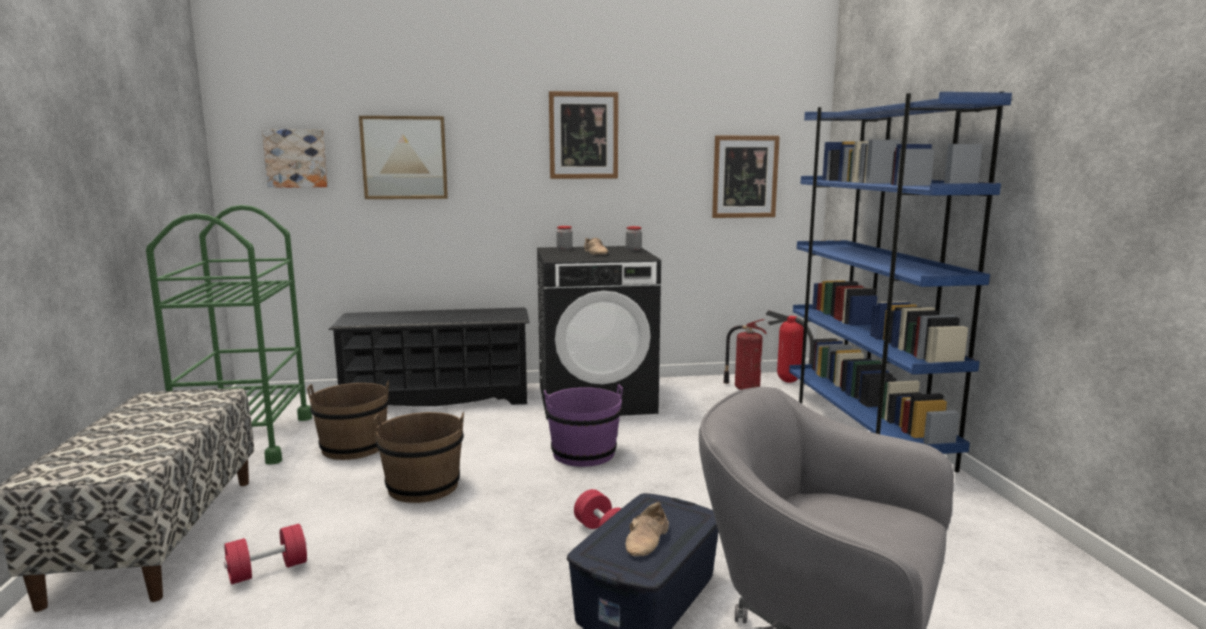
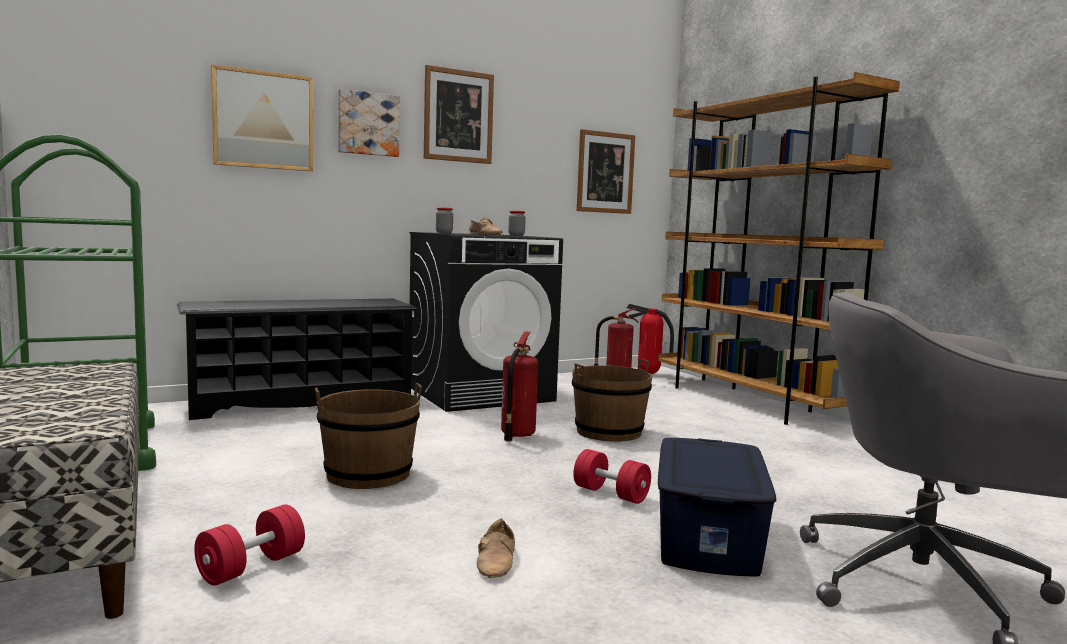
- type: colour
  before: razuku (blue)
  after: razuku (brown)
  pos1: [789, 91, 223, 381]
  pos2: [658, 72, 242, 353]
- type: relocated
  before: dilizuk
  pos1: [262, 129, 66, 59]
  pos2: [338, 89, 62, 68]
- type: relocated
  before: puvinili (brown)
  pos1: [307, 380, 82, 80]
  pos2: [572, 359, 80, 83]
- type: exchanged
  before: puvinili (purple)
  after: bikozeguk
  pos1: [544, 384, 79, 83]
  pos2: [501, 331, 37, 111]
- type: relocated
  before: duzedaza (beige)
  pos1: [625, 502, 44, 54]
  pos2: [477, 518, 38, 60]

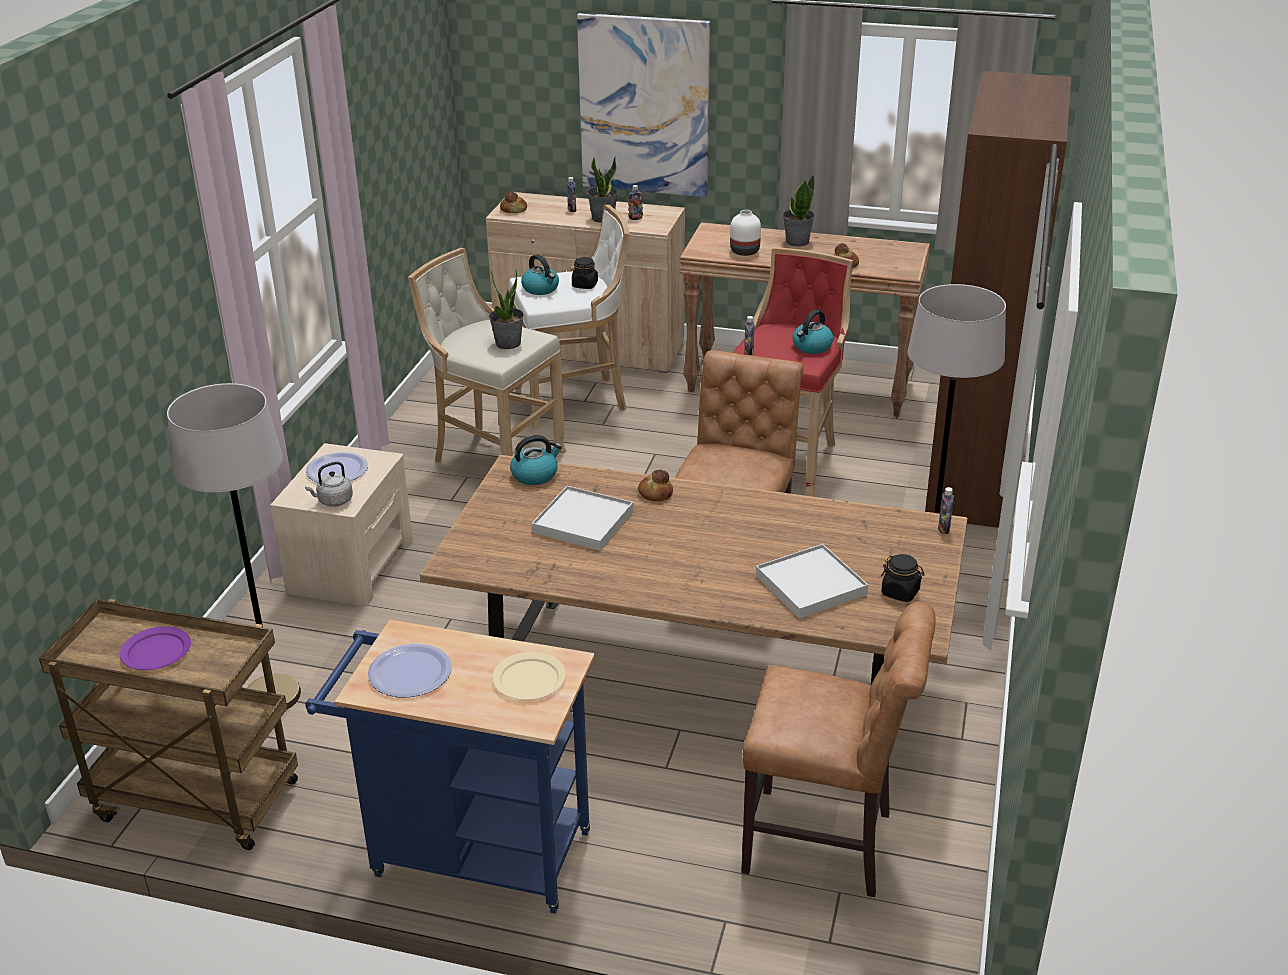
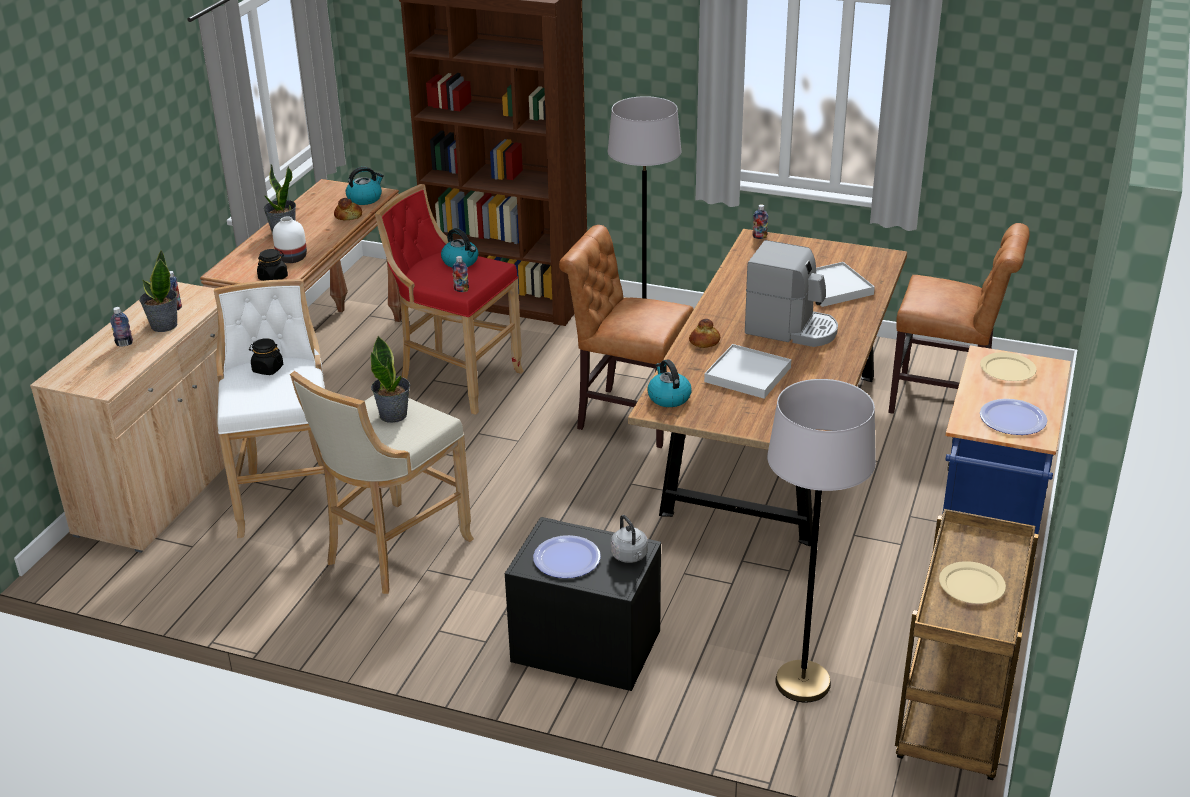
- type: missing
  before: dilizuk
  pos1: [577, 13, 133, 184]
- type: missing
  before: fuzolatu
  pos1: [500, 191, 27, 22]
- type: relocated
  before: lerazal
  pos1: [521, 254, 38, 41]
  pos2: [346, 167, 38, 38]
- type: colour
  before: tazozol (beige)
  after: tazozol (black)
  pos1: [270, 443, 143, 164]
  pos2: [505, 517, 156, 174]
- type: relocated
  before: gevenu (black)
  pos1: [881, 554, 44, 48]
  pos2: [257, 249, 31, 32]
- type: spun
  before: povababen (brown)
  pos1: [741, 602, 195, 295]
  pos2: [888, 223, 142, 191]
  turn: 90
- type: colour
  before: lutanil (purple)
  after: lutanil (beige)
  pos1: [120, 626, 71, 44]
  pos2: [939, 561, 67, 43]
- type: appeared
  after: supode
  pos2: [745, 240, 93, 107]

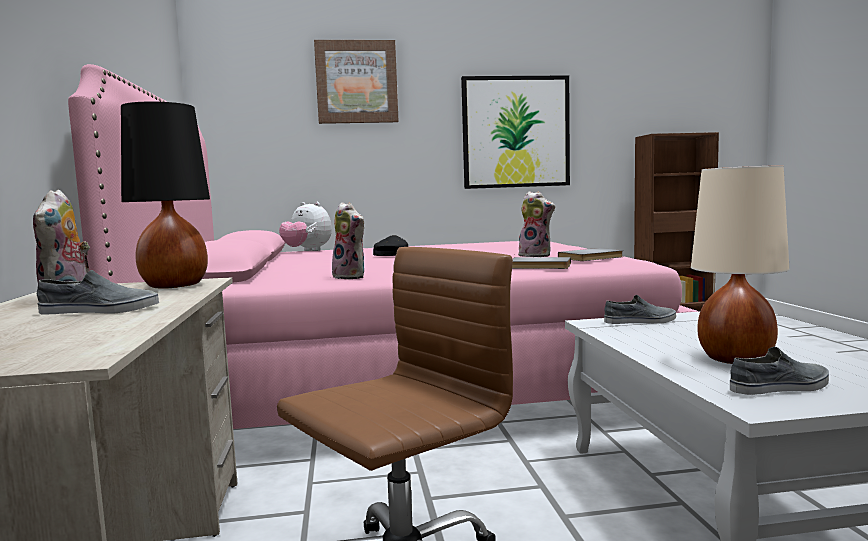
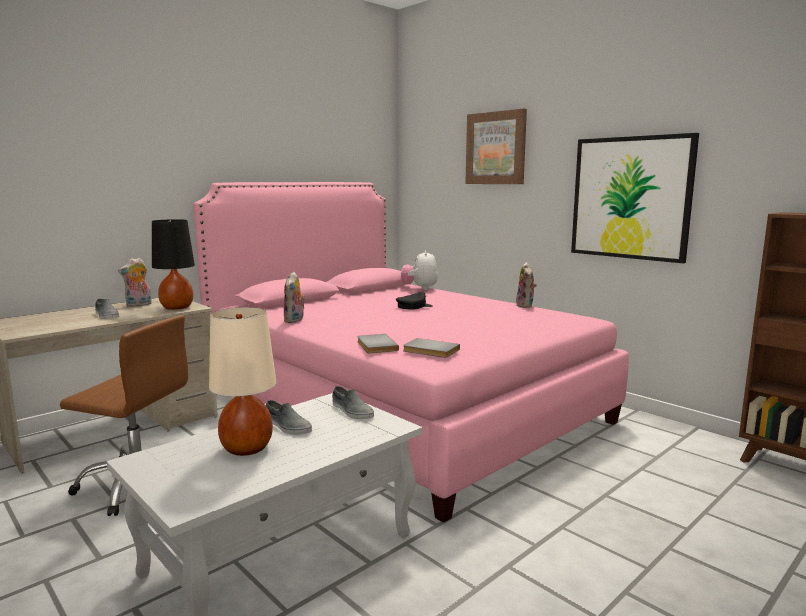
- type: relocated
  before: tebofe
  pos1: [518, 191, 37, 66]
  pos2: [516, 262, 21, 46]
- type: relocated
  before: duzedaza (grey)
  pos1: [730, 347, 99, 48]
  pos2: [266, 400, 46, 35]

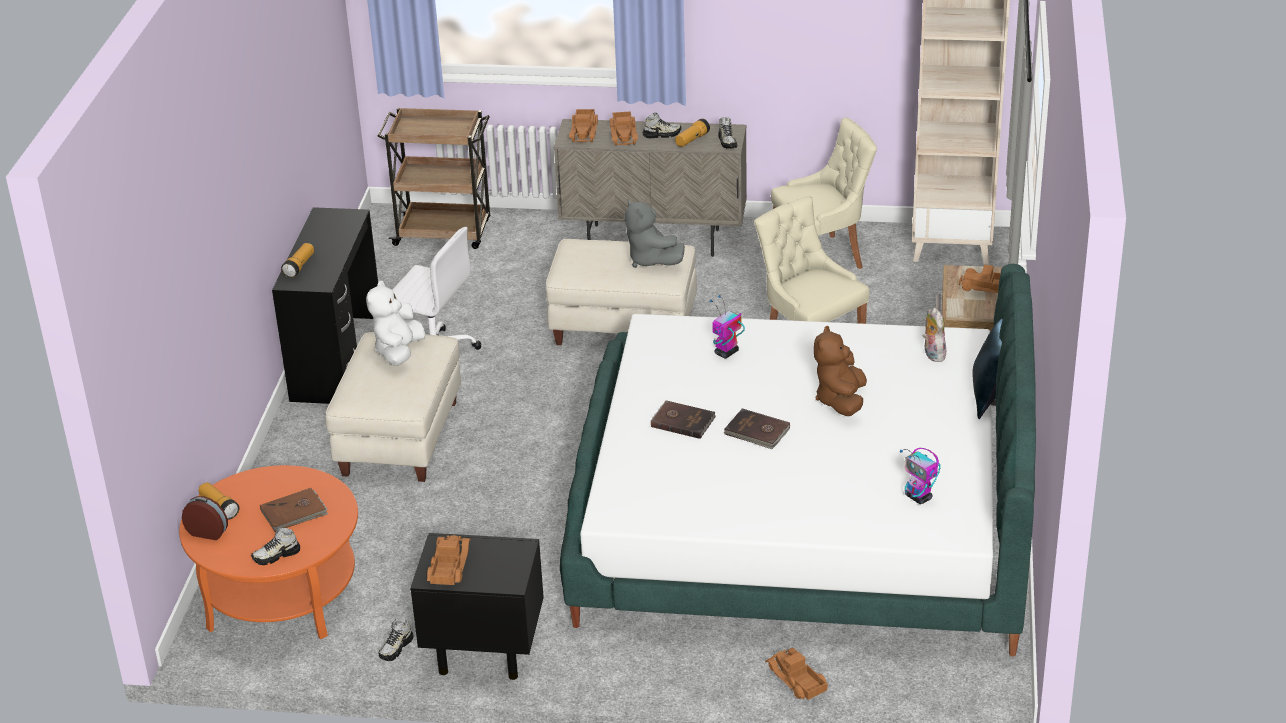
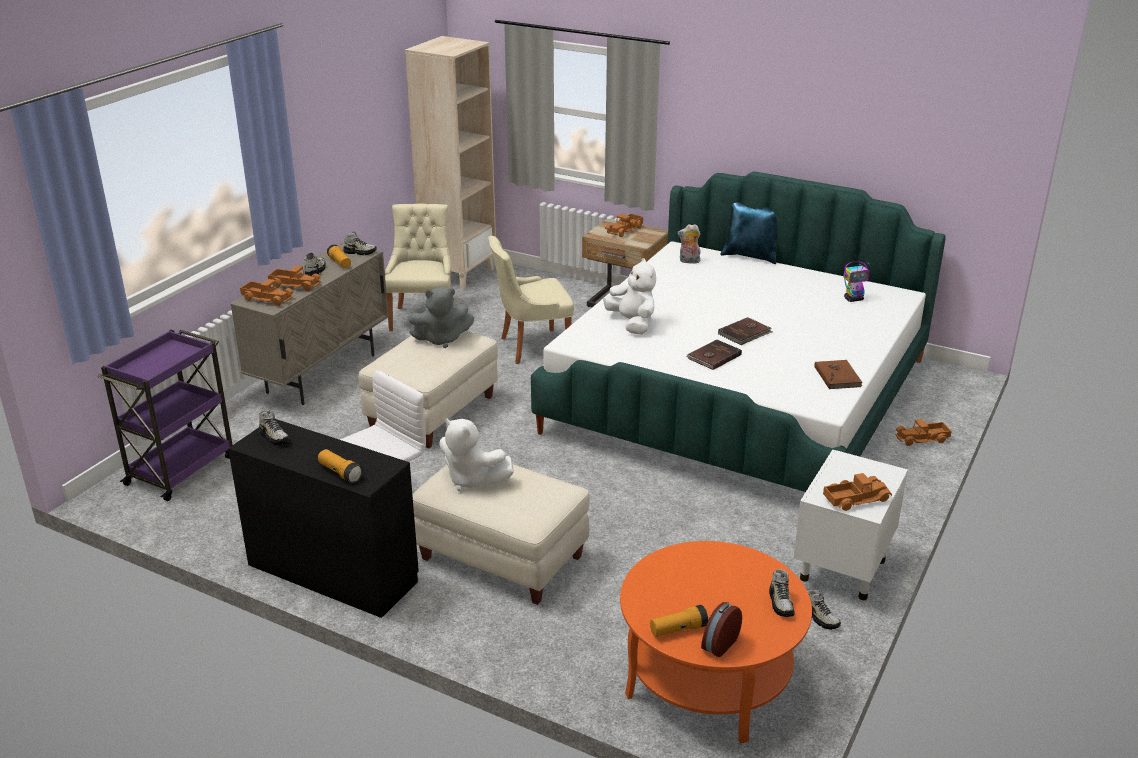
- type: colour
  before: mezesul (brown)
  after: mezesul (purple)
  pos1: [378, 107, 113, 142]
  pos2: [98, 330, 135, 171]
- type: exchanged
  before: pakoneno
  after: tebofe (white)
  pos1: [710, 295, 35, 63]
  pos2: [603, 258, 53, 77]
- type: missing
  before: tebofe (brown)
  pos1: [814, 326, 53, 90]
- type: relocated
  before: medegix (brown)
  pos1: [260, 488, 68, 44]
  pos2: [814, 360, 49, 29]
- type: colour
  before: tazozol (black)
  after: tazozol (white)
  pos1: [410, 533, 134, 147]
  pos2: [793, 450, 115, 150]
- type: spun
  before: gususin
  pos1: [427, 535, 44, 50]
  pos2: [823, 473, 69, 38]
  turn: 135
- type: appeared
  after: duzedaza
  pos2: [259, 409, 32, 36]

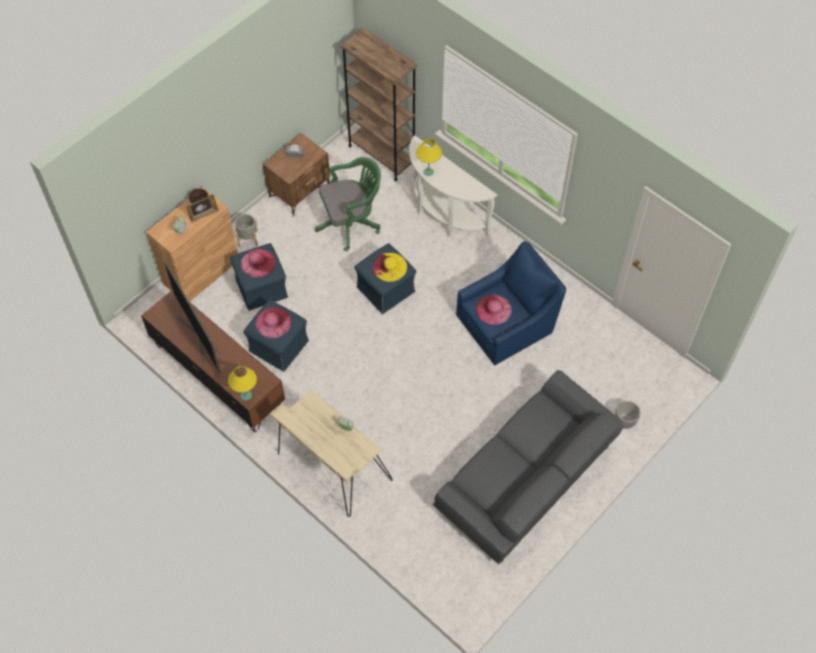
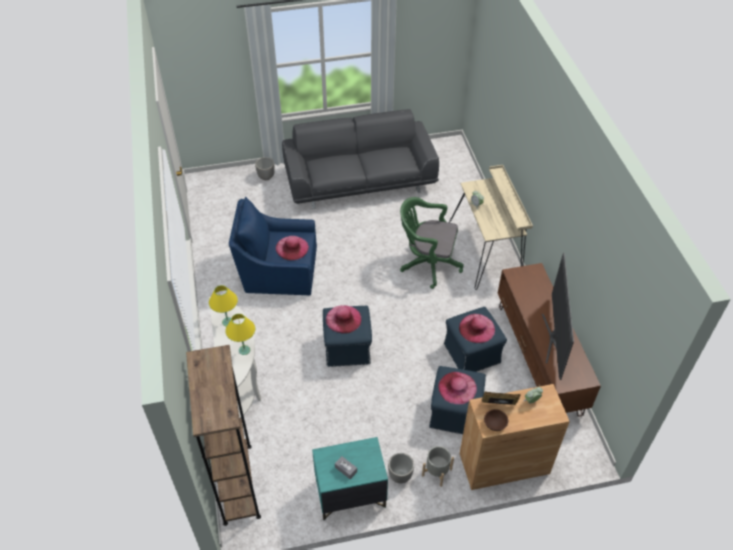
- type: colour
  before: tazozol (brown)
  after: tazozol (turquoise)
  pos1: [263, 133, 67, 83]
  pos2: [312, 437, 76, 83]
- type: relocated
  before: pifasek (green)
  pos1: [315, 157, 66, 94]
  pos2: [400, 197, 64, 92]
- type: colour
  before: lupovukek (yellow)
  after: lupovukek (pink)
  pos1: [372, 253, 35, 29]
  pos2: [326, 305, 35, 29]
- type: relocated
  before: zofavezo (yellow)
  pos1: [228, 366, 29, 34]
  pos2: [209, 285, 29, 42]
- type: appeared
  after: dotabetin
  pos2: [388, 453, 26, 31]

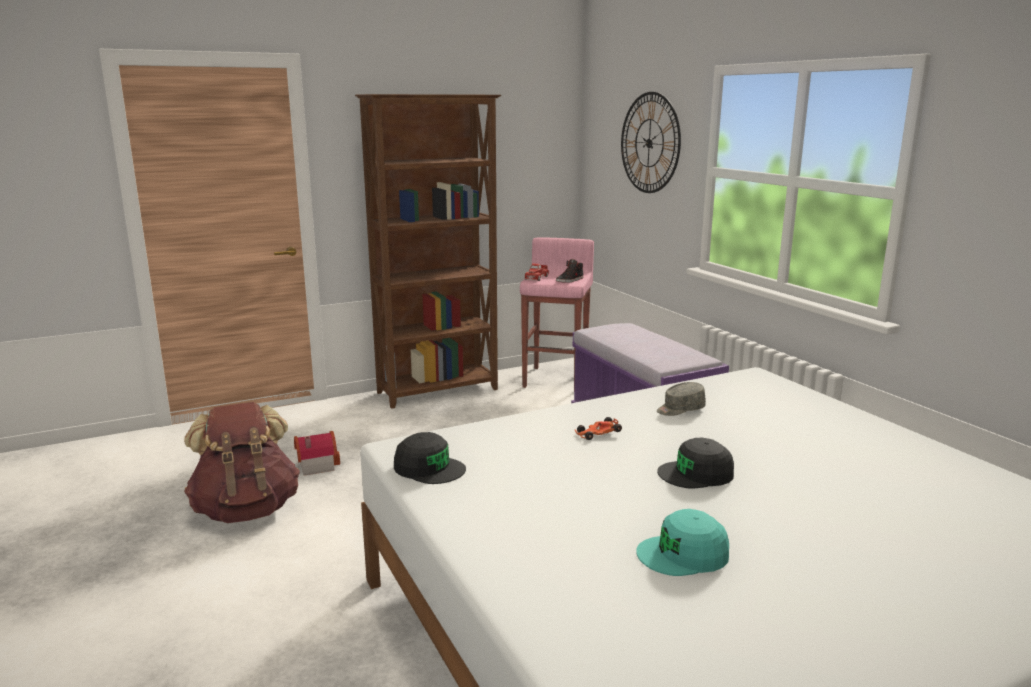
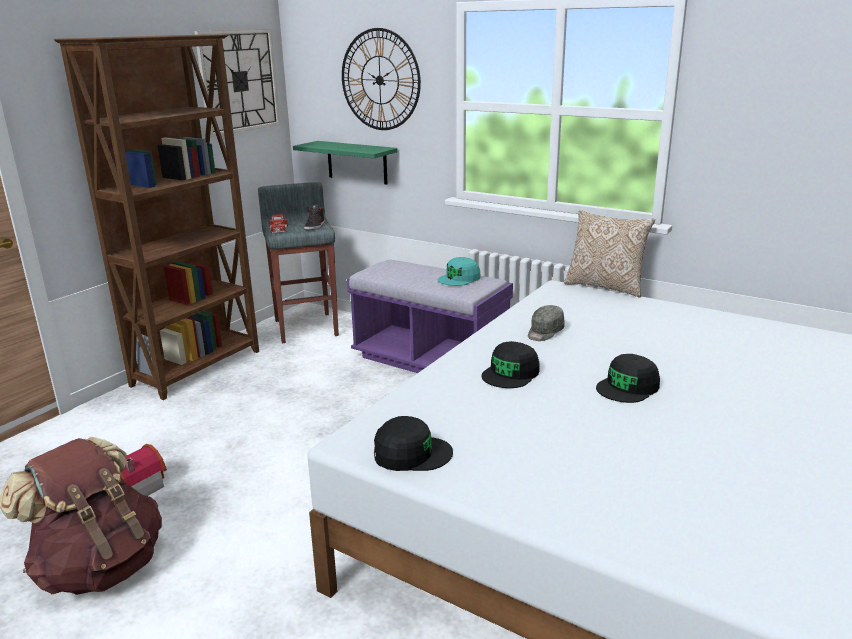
- type: colour
  before: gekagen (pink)
  after: gekagen (grey)
  pos1: [520, 237, 74, 151]
  pos2: [258, 182, 81, 161]
- type: exchanged
  before: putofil
  after: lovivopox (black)
  pos1: [575, 417, 47, 23]
  pos2: [482, 341, 57, 47]
- type: relocated
  before: lovivopox (turquoise)
  pos1: [636, 509, 93, 67]
  pos2: [438, 257, 43, 29]
- type: appeared
  after: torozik
  pos2: [194, 29, 86, 108]
- type: appeared
  after: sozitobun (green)
  pos2: [293, 141, 105, 43]
- type: appeared
  after: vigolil
  pos2: [564, 210, 91, 88]

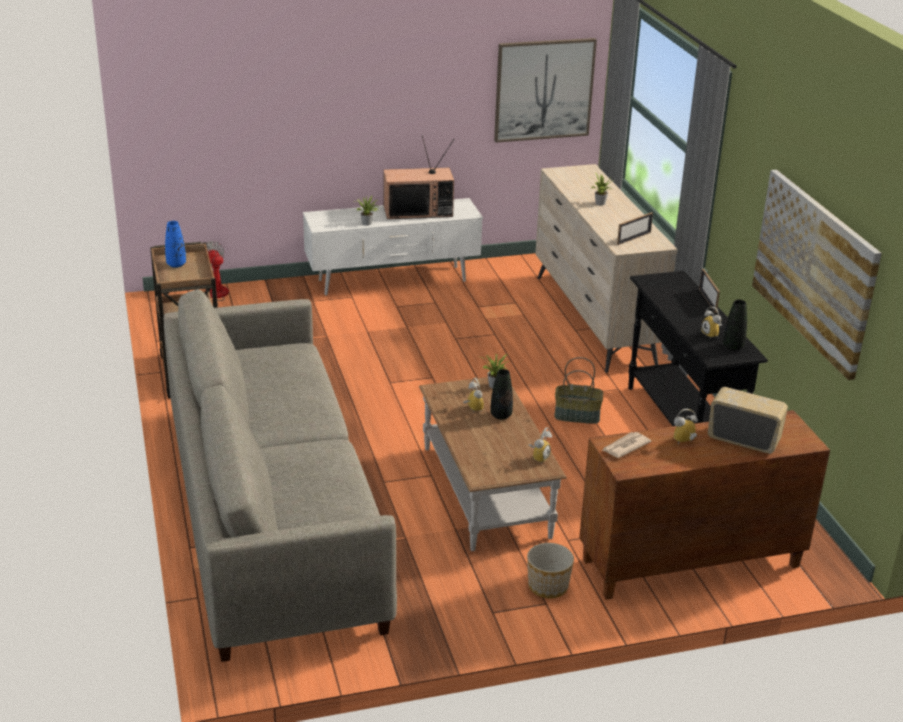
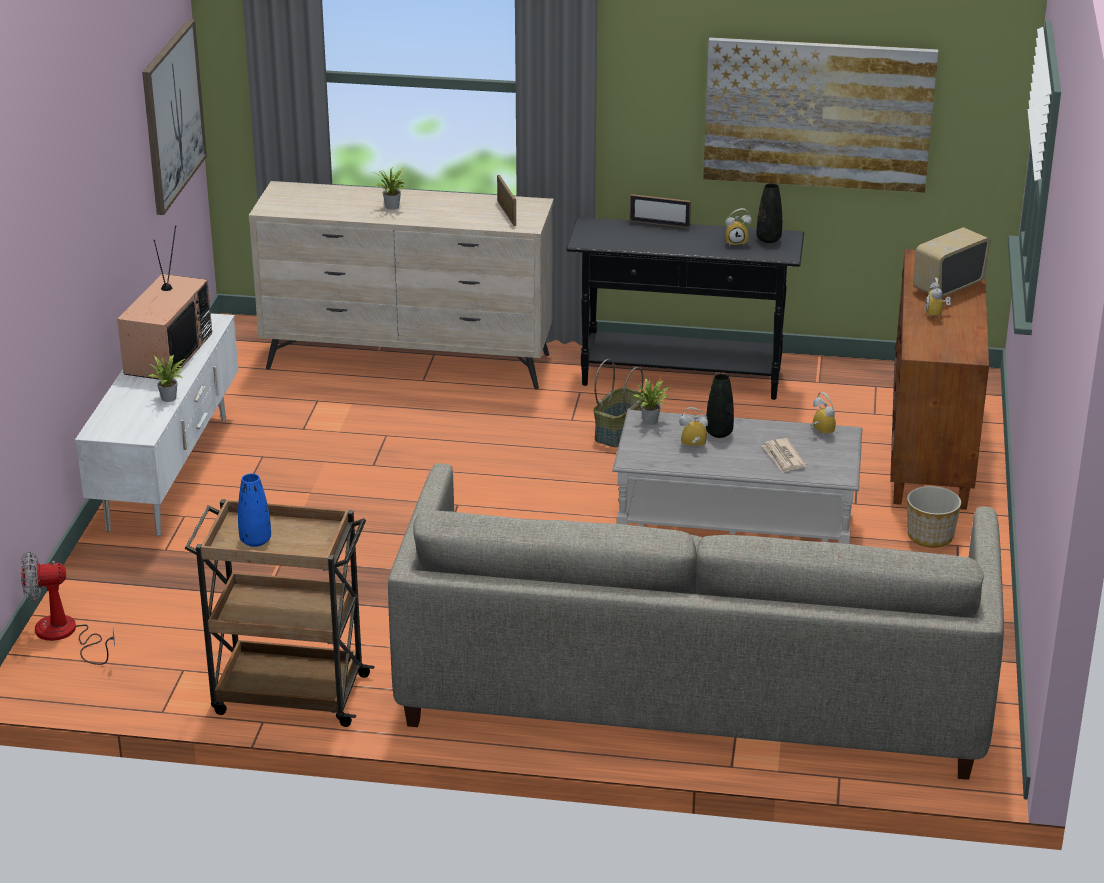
- type: colour
  before: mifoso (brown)
  after: mifoso (grey)
  pos1: [419, 377, 148, 174]
  pos2: [612, 410, 250, 134]
- type: relocated
  before: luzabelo
  pos1: [602, 432, 50, 26]
  pos2: [762, 438, 45, 35]

